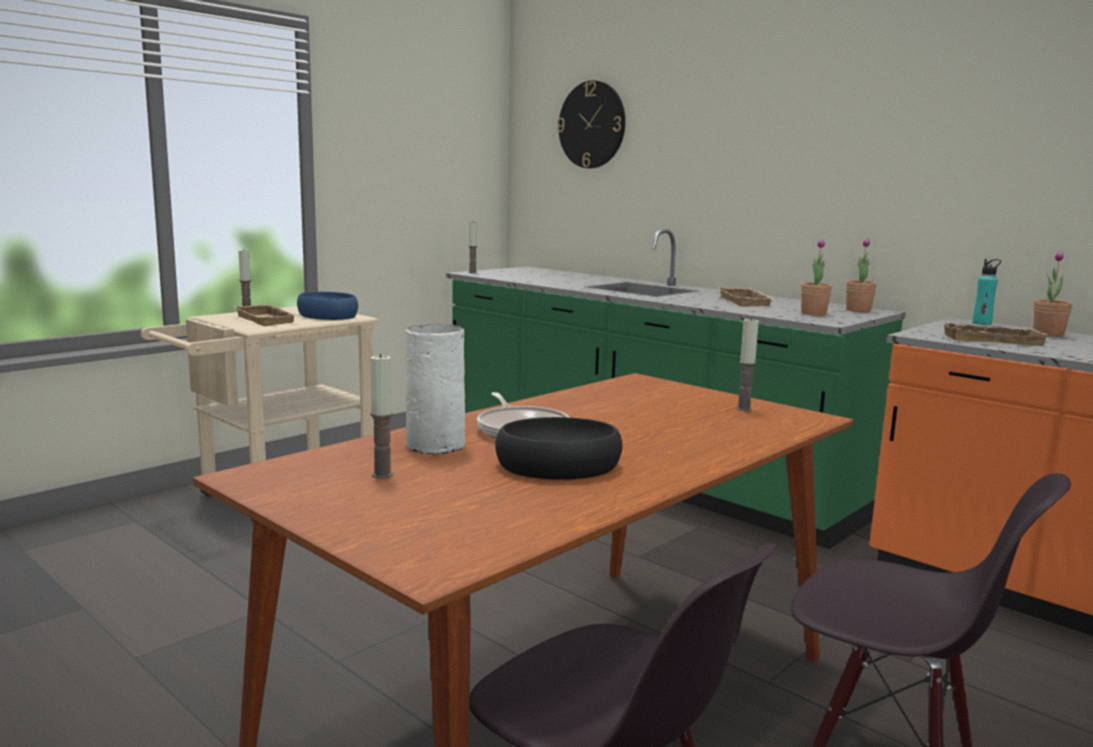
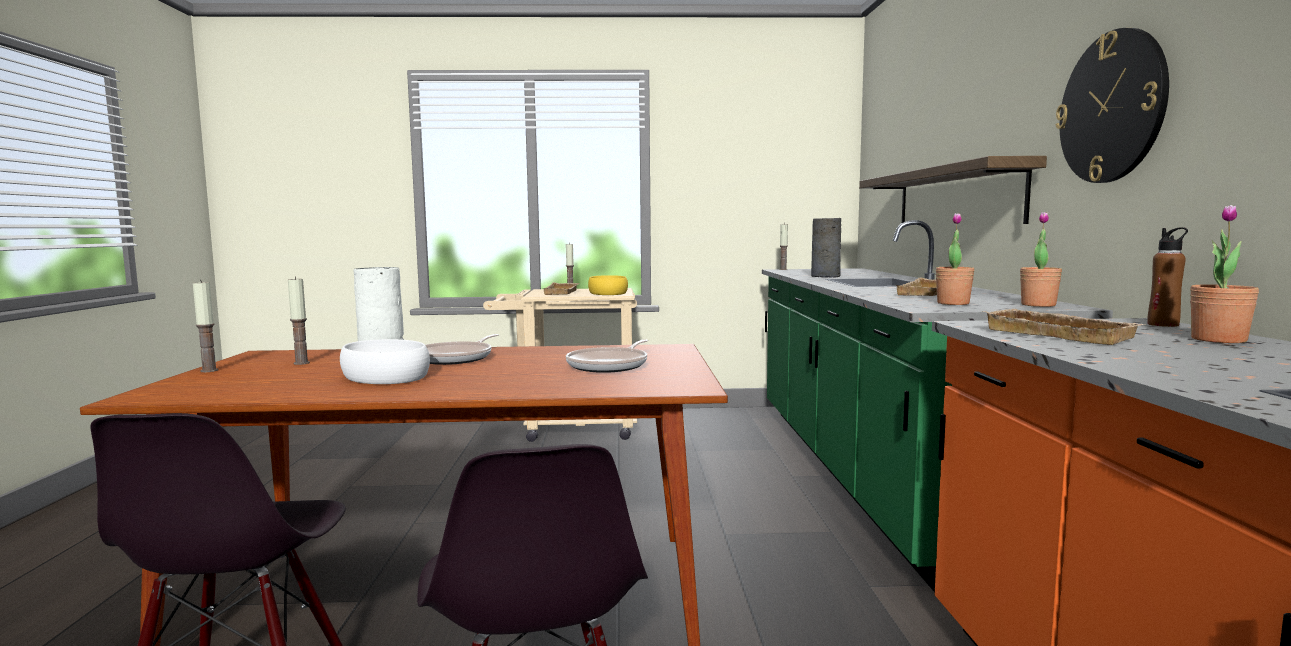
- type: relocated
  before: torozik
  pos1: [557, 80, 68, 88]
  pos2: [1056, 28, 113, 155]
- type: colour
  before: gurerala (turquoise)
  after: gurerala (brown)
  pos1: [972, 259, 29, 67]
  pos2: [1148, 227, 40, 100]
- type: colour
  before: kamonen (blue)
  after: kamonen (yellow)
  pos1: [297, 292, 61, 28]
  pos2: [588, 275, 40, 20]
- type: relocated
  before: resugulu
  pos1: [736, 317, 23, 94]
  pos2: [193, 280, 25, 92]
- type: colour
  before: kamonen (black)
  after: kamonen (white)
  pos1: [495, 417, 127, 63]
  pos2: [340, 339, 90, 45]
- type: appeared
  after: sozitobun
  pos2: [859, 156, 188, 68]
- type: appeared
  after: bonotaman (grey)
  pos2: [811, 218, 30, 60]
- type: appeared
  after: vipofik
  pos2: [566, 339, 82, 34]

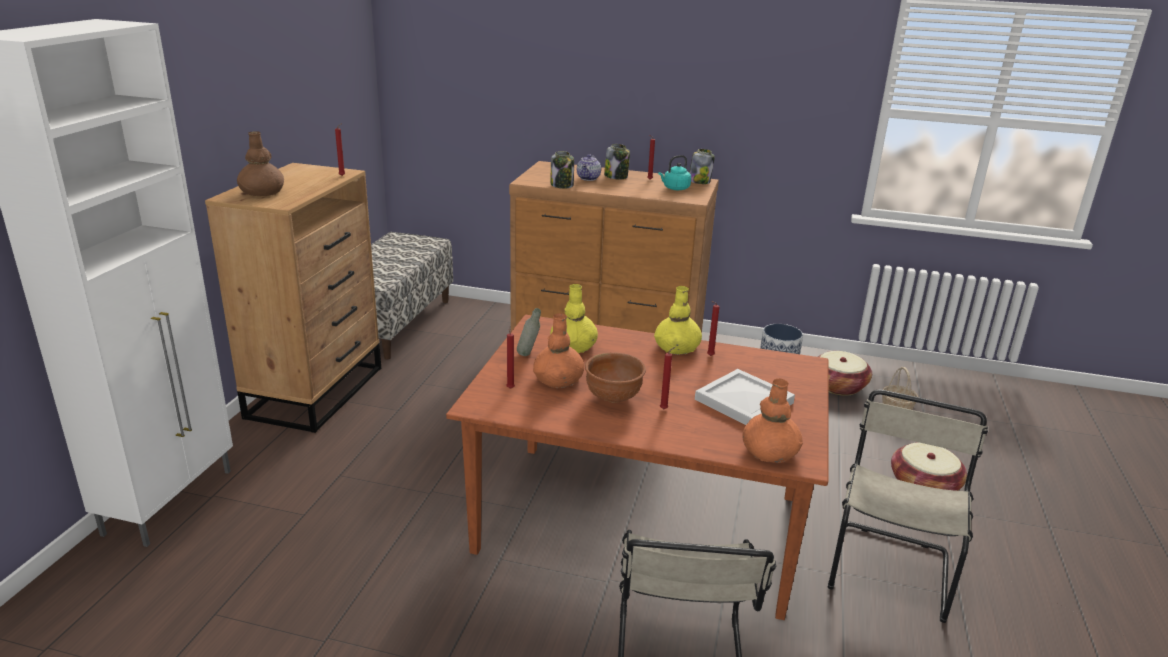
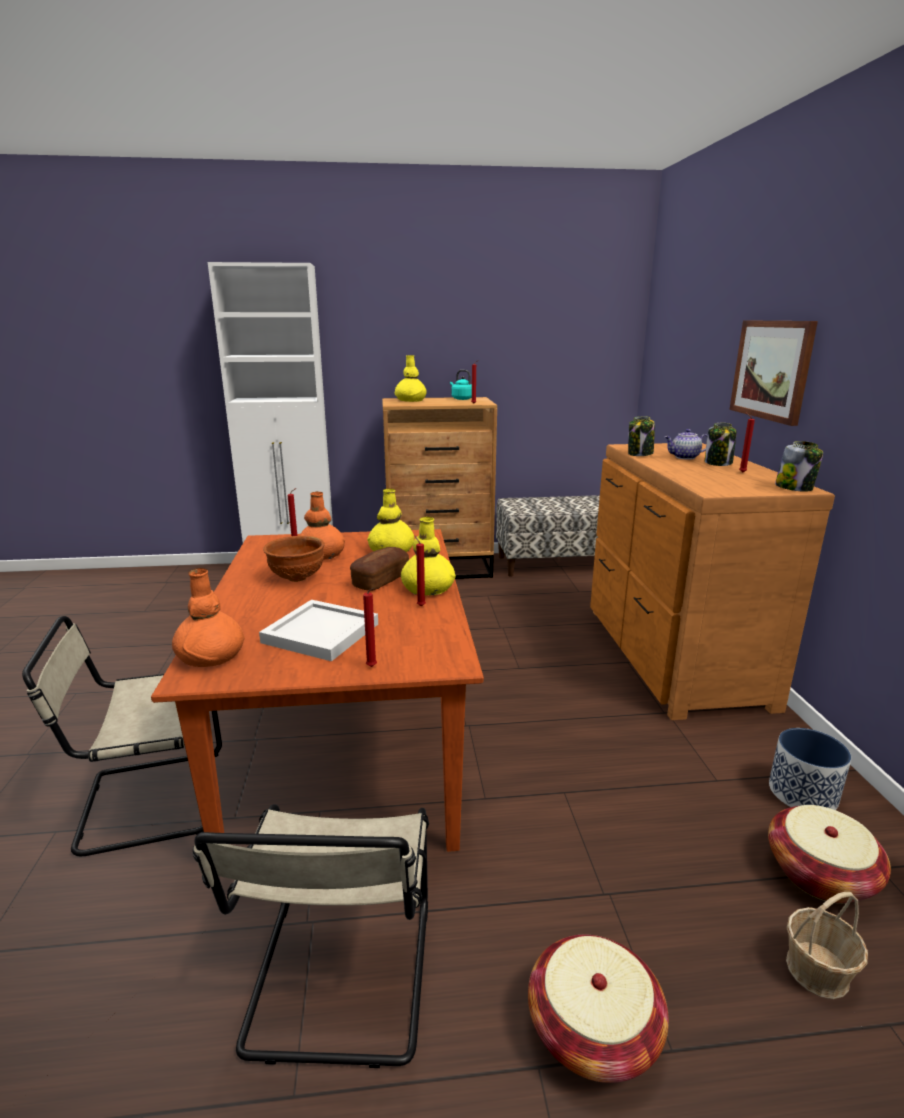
- type: colour
  before: bonotaman (brown)
  after: bonotaman (yellow)
  pos1: [237, 131, 47, 65]
  pos2: [395, 355, 32, 47]
- type: relocated
  before: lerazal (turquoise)
  pos1: [658, 155, 33, 35]
  pos2: [450, 370, 22, 30]
- type: missing
  before: gurerala (grey)
  pos1: [517, 308, 24, 48]
- type: relocated
  before: resugulu (red)
  pos1: [660, 347, 15, 62]
  pos2: [363, 588, 14, 79]
- type: spun
  before: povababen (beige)
  pos1: [827, 389, 161, 234]
  pos2: [193, 804, 236, 264]
  turn: 90
- type: appeared
  after: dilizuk
  pos2: [729, 321, 89, 105]
- type: appeared
  after: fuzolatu
  pos2: [350, 547, 59, 44]

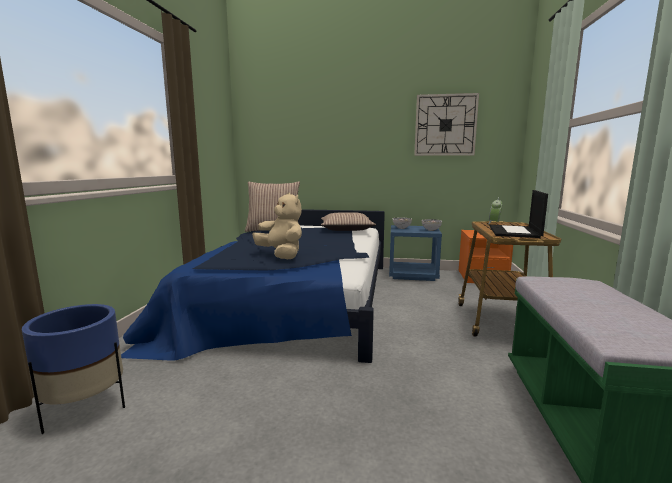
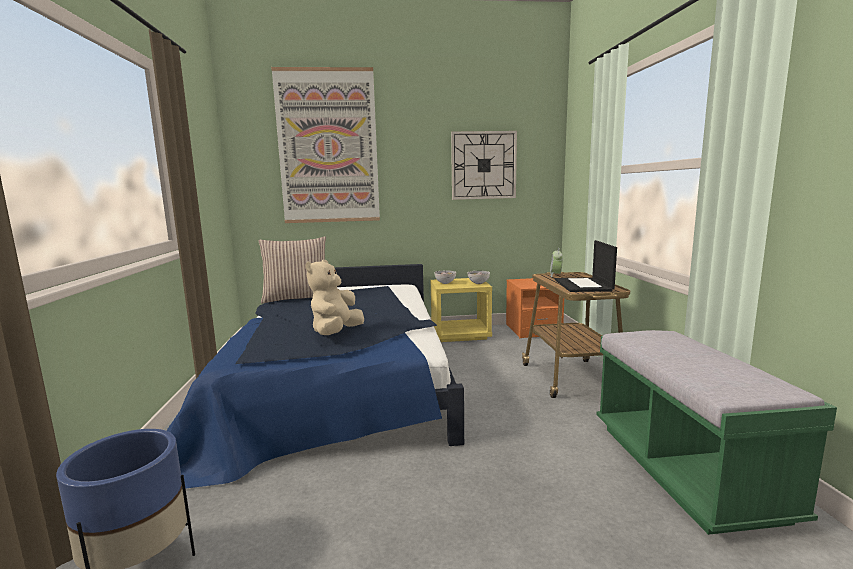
- type: spun
  before: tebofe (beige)
  pos1: [252, 193, 50, 66]
  pos2: [305, 260, 59, 75]
  turn: -105
- type: missing
  before: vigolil
  pos1: [321, 212, 55, 19]
- type: colour
  before: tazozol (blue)
  after: tazozol (yellow)
  pos1: [389, 225, 53, 56]
  pos2: [431, 278, 61, 64]
- type: appeared
  after: dilizuk
  pos2: [271, 67, 109, 156]

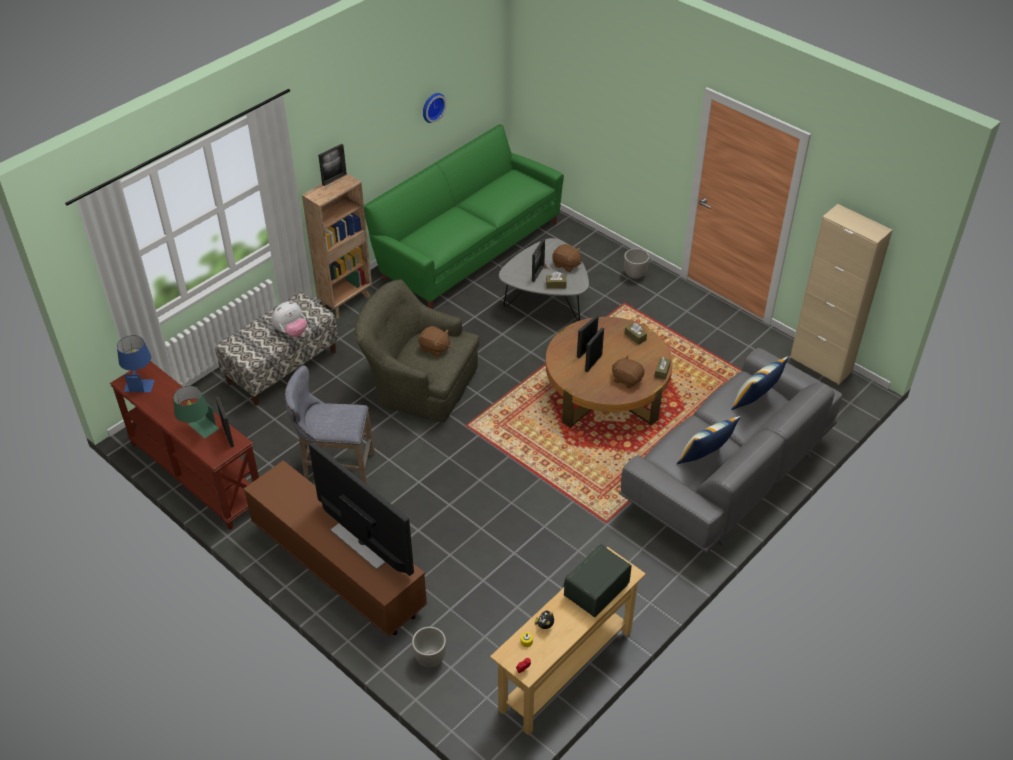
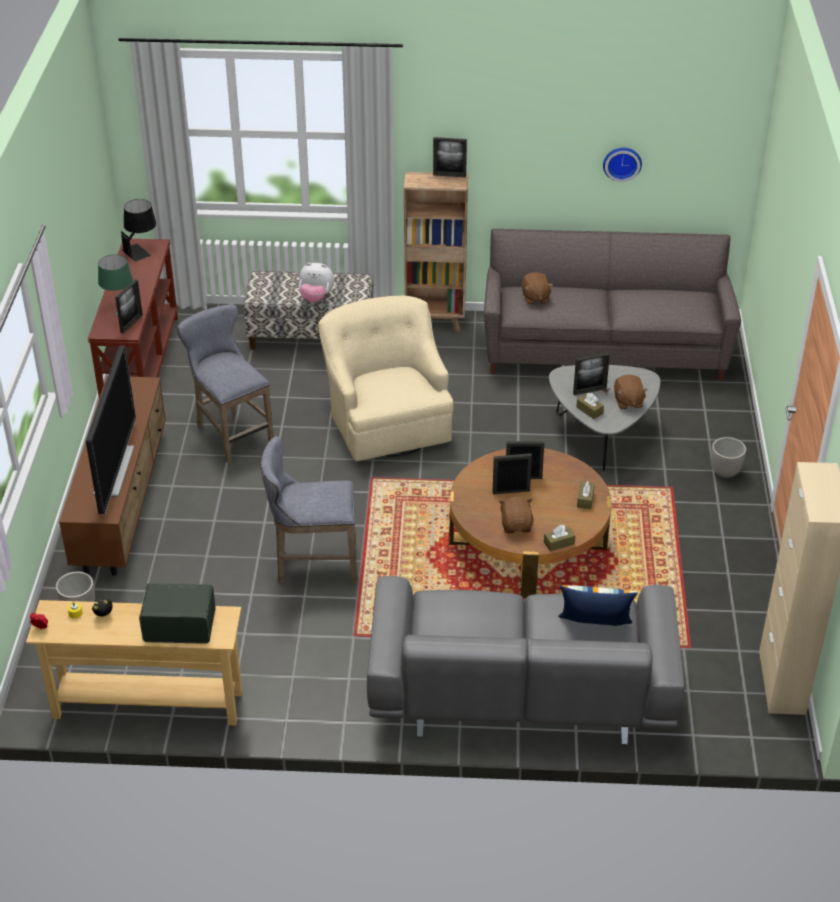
- type: colour
  before: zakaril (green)
  after: zakaril (grey)
  pos1: [364, 124, 200, 185]
  pos2: [484, 229, 257, 152]
- type: colour
  before: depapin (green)
  after: depapin (beige)
  pos1: [355, 279, 124, 144]
  pos2: [318, 296, 136, 165]
- type: relocated
  before: tebofe (brown)
  pos1: [418, 326, 32, 31]
  pos2: [522, 272, 31, 33]
- type: colour
  before: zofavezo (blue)
  after: zofavezo (black)
  pos1: [117, 335, 38, 57]
  pos2: [121, 199, 35, 63]
- type: missing
  before: vigolil
  pos1: [677, 416, 64, 48]
- type: appeared
  after: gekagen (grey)
  pos2: [260, 436, 98, 148]

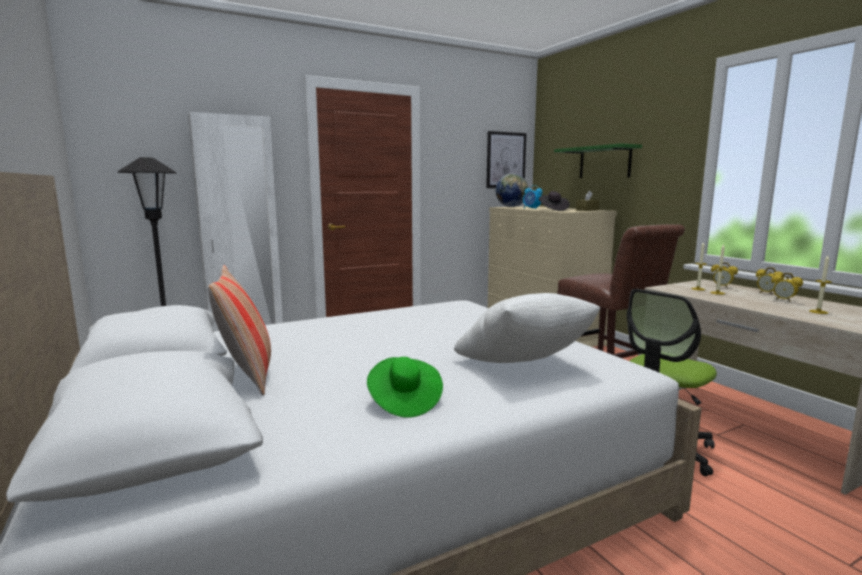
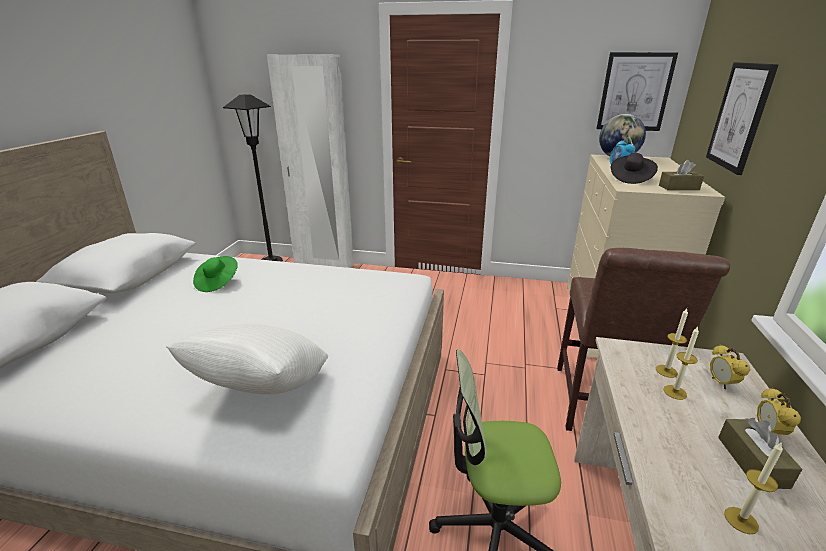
- type: exchanged
  before: sozitobun (green)
  after: dilizuk
  pos1: [554, 143, 88, 35]
  pos2: [706, 62, 73, 113]
- type: missing
  before: vigolil
  pos1: [208, 265, 63, 131]
- type: exchanged
  before: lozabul
  after: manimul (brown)
  pos1: [771, 273, 32, 29]
  pos2: [718, 418, 84, 71]
- type: relocated
  before: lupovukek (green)
  pos1: [367, 357, 76, 61]
  pos2: [193, 256, 45, 36]

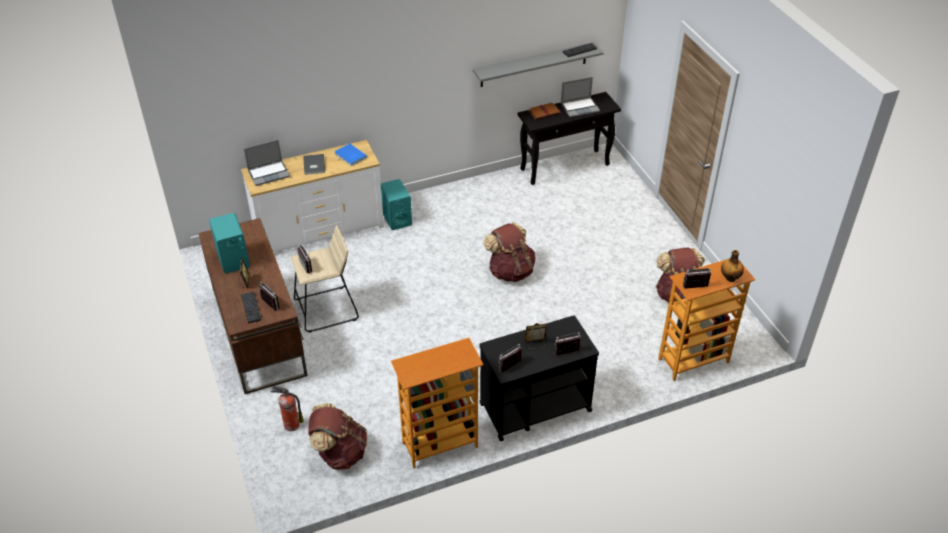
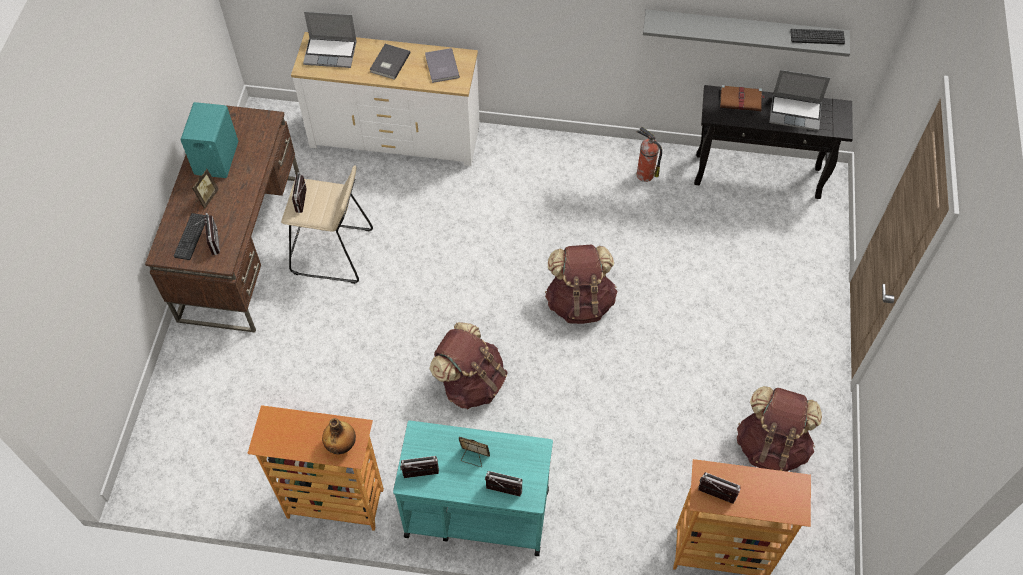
- type: colour
  before: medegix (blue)
  after: medegix (grey)
  pos1: [334, 144, 33, 22]
  pos2: [425, 48, 35, 35]
- type: missing
  before: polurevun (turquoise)
  pos1: [381, 179, 31, 51]
- type: relocated
  before: gurerala
  pos1: [721, 250, 23, 32]
  pos2: [322, 418, 34, 36]
- type: colour
  before: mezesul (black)
  after: mezesul (turquoise)
  pos1: [479, 315, 120, 126]
  pos2: [393, 421, 160, 135]
- type: relocated
  before: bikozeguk
  pos1: [271, 386, 33, 45]
  pos2: [637, 127, 25, 55]
- type: relocated
  before: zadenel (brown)
  pos1: [308, 403, 59, 67]
  pos2: [429, 322, 79, 87]

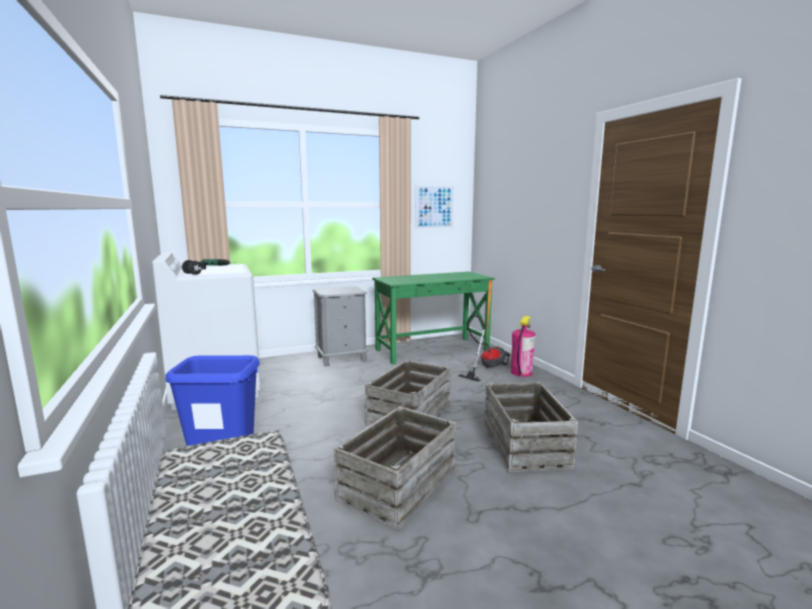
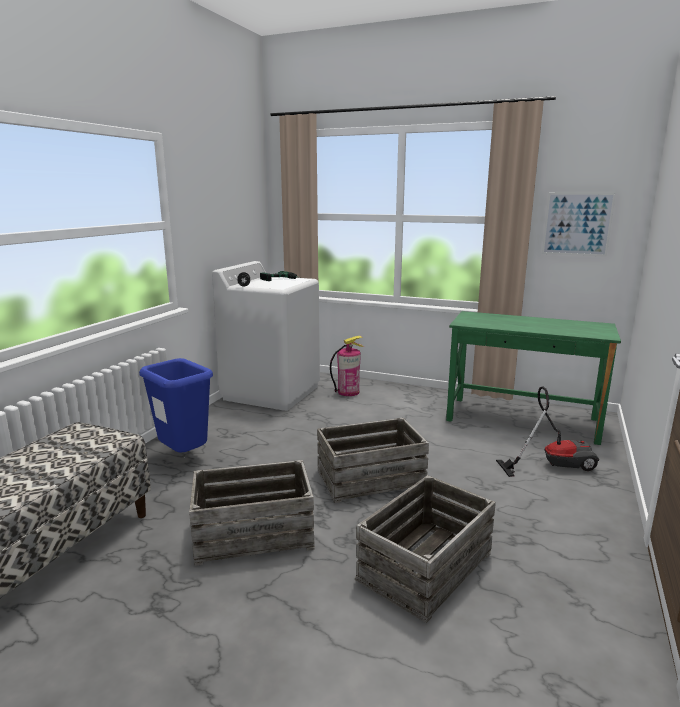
- type: missing
  before: tazozol (grey)
  pos1: [313, 286, 55, 80]
- type: relocated
  before: bikozeguk
  pos1: [511, 316, 25, 61]
  pos2: [330, 336, 34, 60]

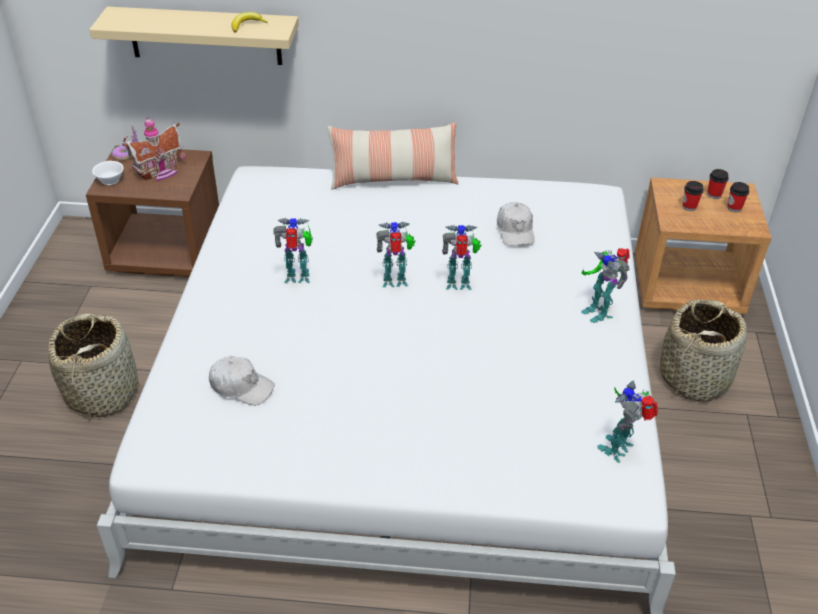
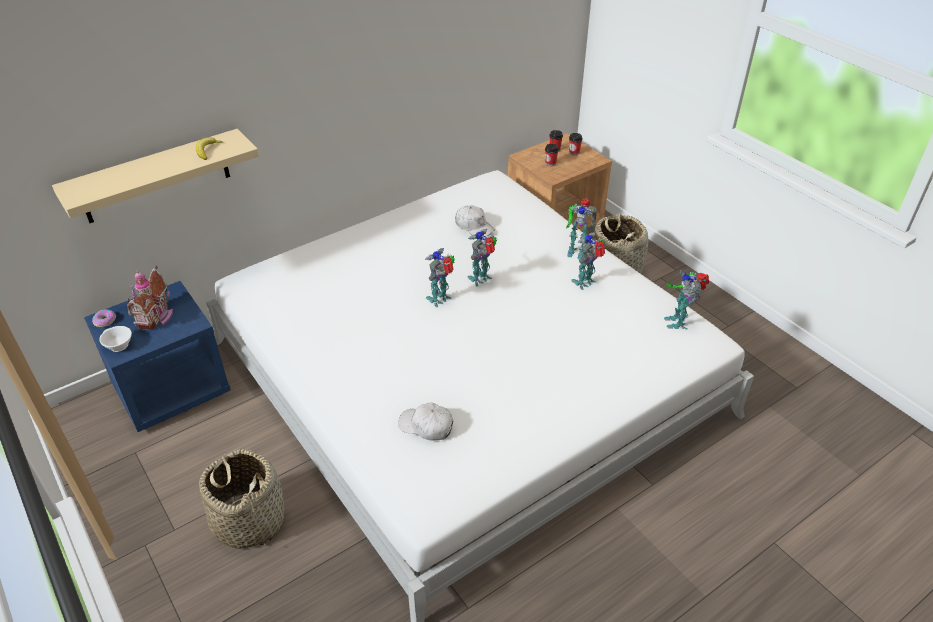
- type: missing
  before: vigolil
  pos1: [327, 122, 131, 68]
- type: colour
  before: tazozol (brown)
  after: tazozol (blue)
  pos1: [86, 145, 133, 132]
  pos2: [84, 281, 147, 151]
- type: relocated
  before: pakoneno
  pos1: [274, 218, 39, 65]
  pos2: [571, 232, 34, 58]
- type: spun
  before: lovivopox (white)
  pos1: [209, 356, 66, 49]
  pos2: [398, 402, 55, 39]
  turn: -135

